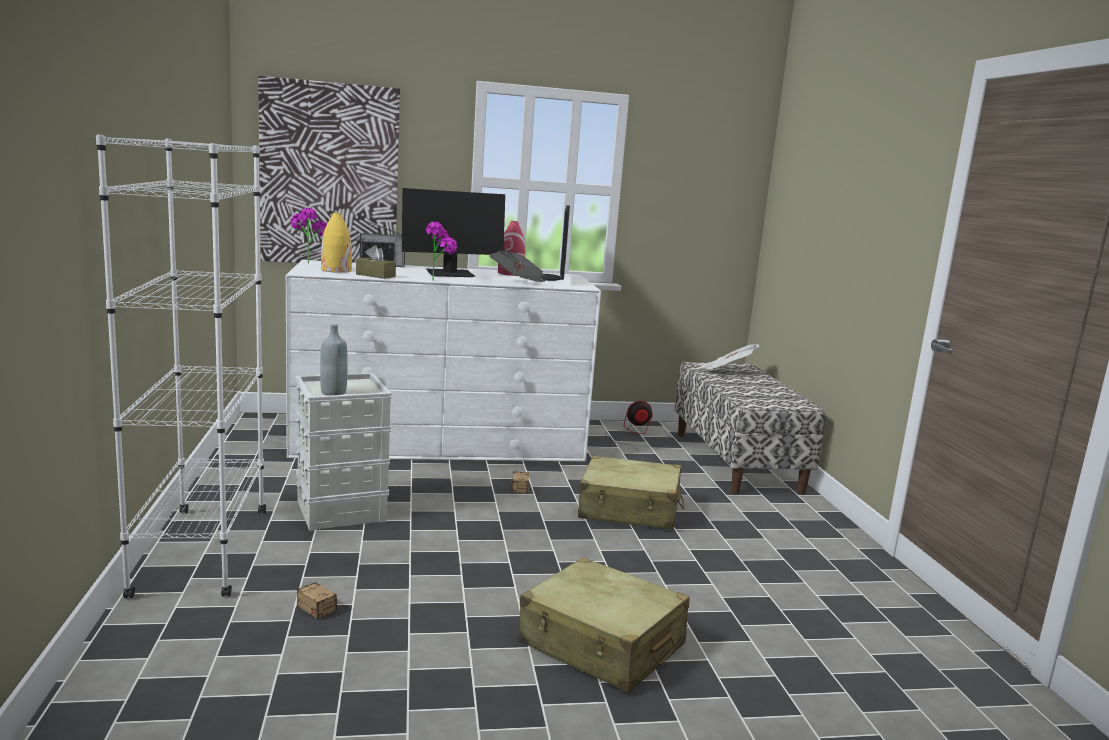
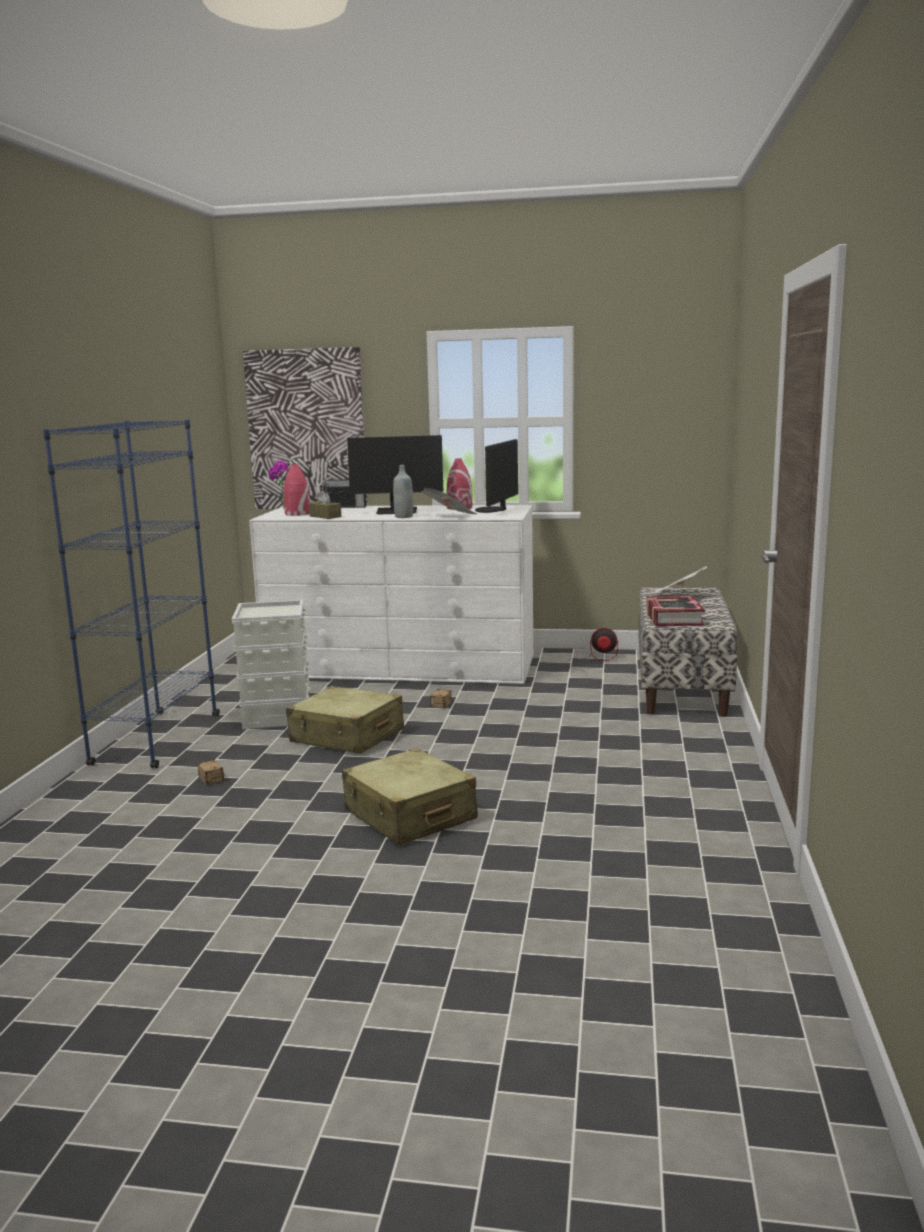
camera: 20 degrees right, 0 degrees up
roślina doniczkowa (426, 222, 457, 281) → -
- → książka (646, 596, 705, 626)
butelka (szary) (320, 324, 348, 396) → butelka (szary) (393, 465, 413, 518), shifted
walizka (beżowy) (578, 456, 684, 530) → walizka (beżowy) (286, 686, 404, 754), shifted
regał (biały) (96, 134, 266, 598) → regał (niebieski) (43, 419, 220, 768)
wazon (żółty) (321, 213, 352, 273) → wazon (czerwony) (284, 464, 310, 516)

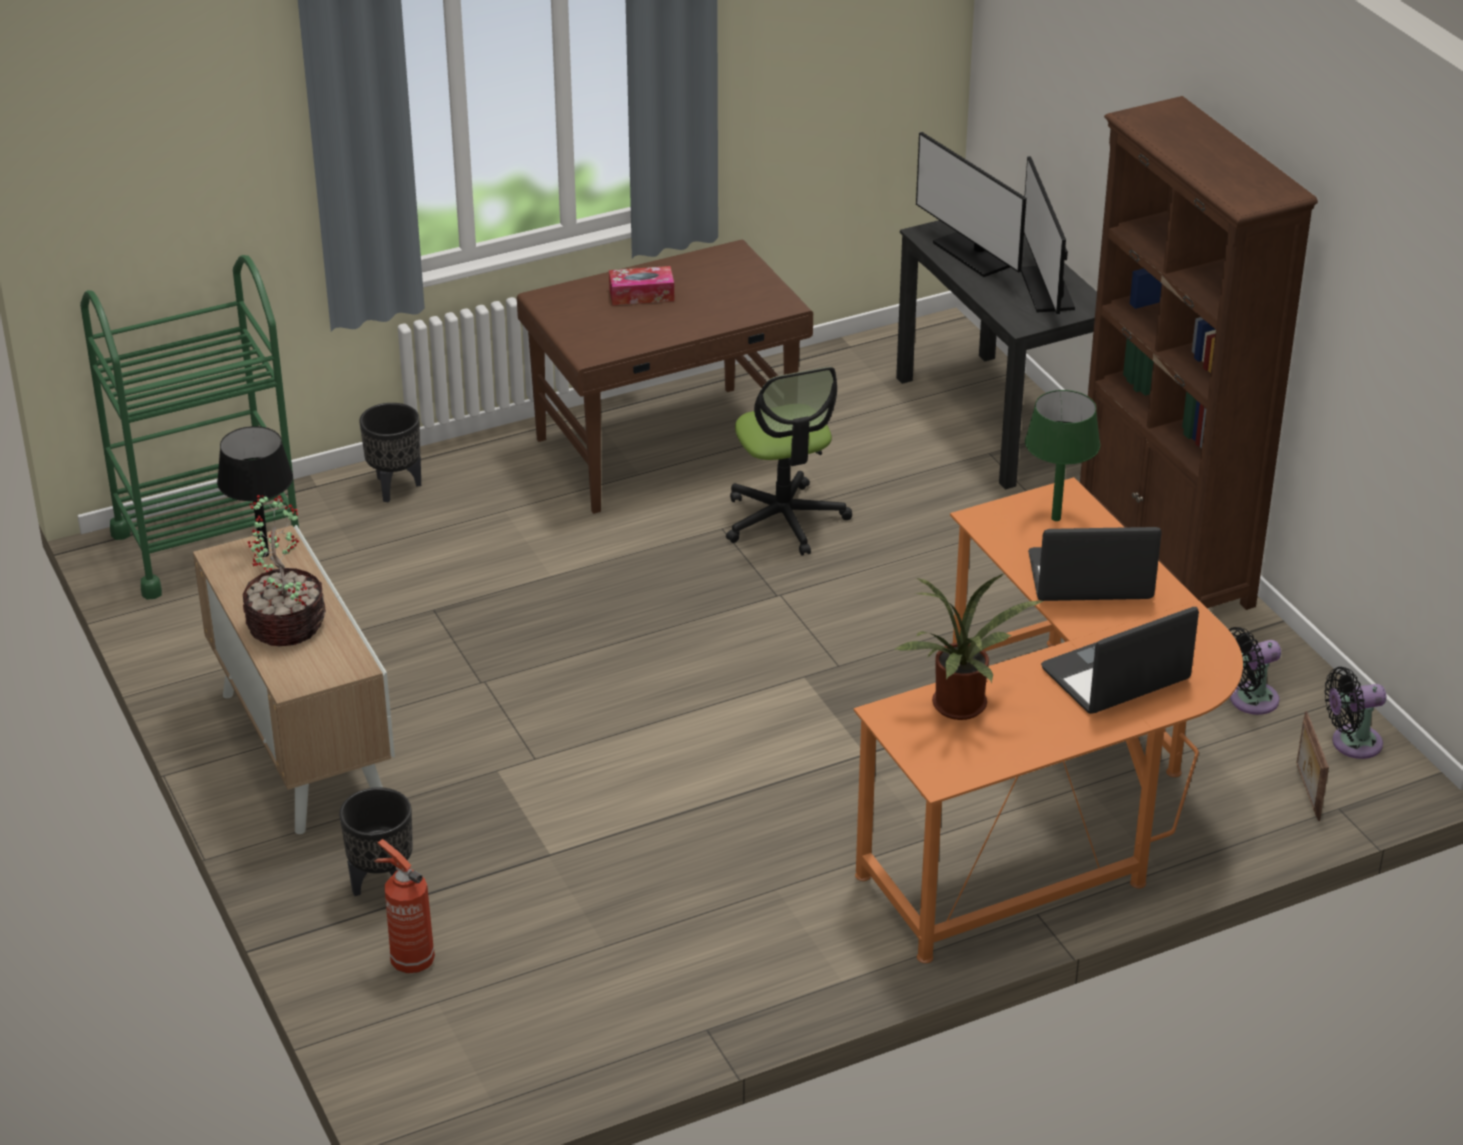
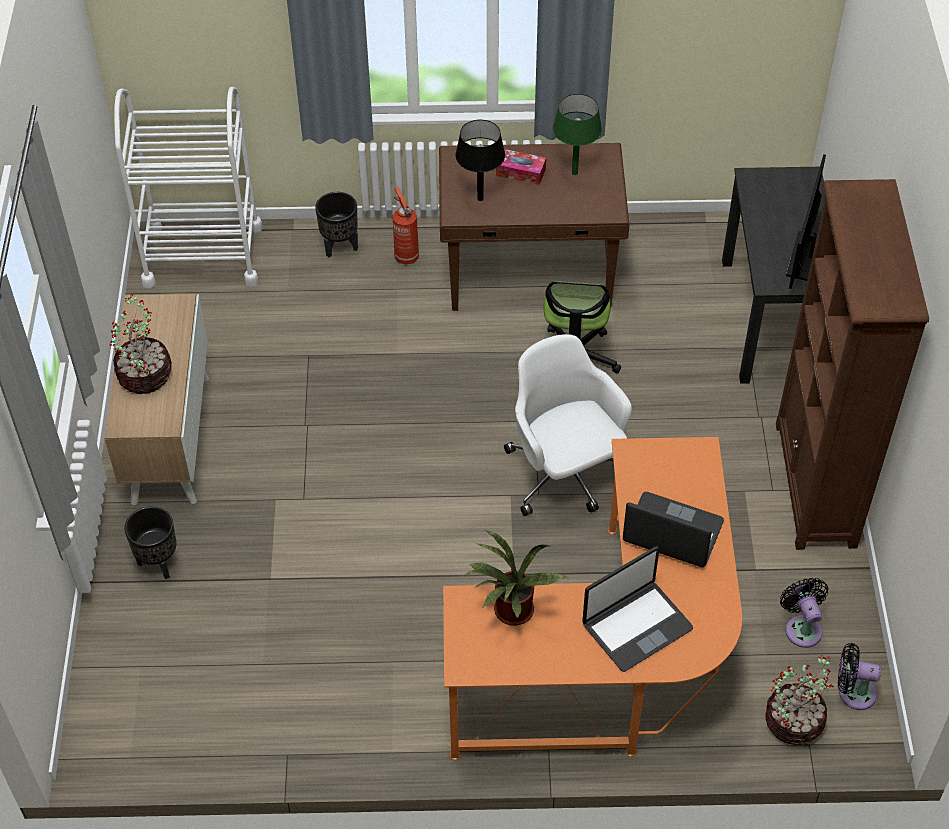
camera: 25 degrees right, 15 degrees up
monitor (916, 132, 1027, 277) → -
- → krzesło biurowe (biały) (504, 334, 632, 516)
lampa stołowa (czarny) (217, 426, 293, 557) → lampa stołowa (czarny) (455, 119, 505, 201), shifted
gaśnica (374, 839, 435, 973) → gaśnica (393, 187, 419, 264), shifted
lampa stołowa (zielony) (1025, 390, 1100, 521) → lampa stołowa (zielony) (553, 94, 602, 175), shifted
ramka na zdjęcie (1296, 711, 1329, 821) → roślina doniczkowa (765, 655, 834, 745)
wózek (zielony) (80, 255, 306, 600) → wózek (biały) (114, 87, 263, 288)
laptop (1041, 607, 1199, 714) → laptop (582, 546, 693, 672), 150 degrees clockwise
wentylator (czarny) (1229, 627, 1281, 715) → wentylator (czarny) (780, 578, 829, 648), 75 degrees clockwise

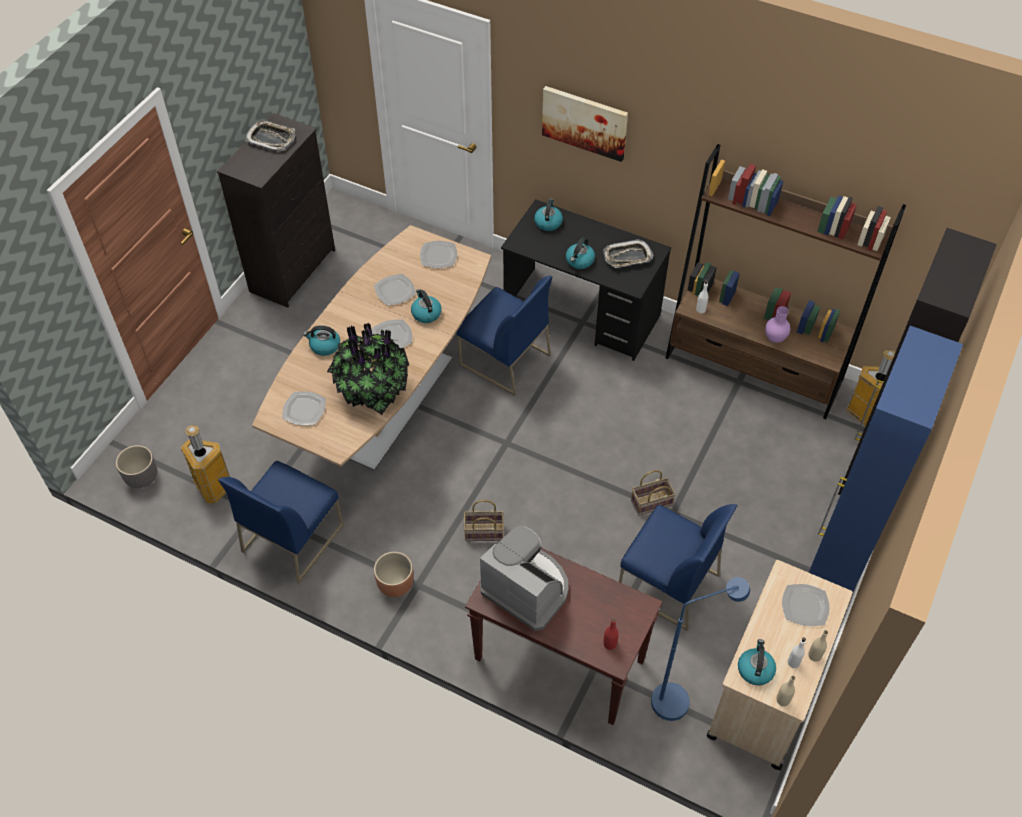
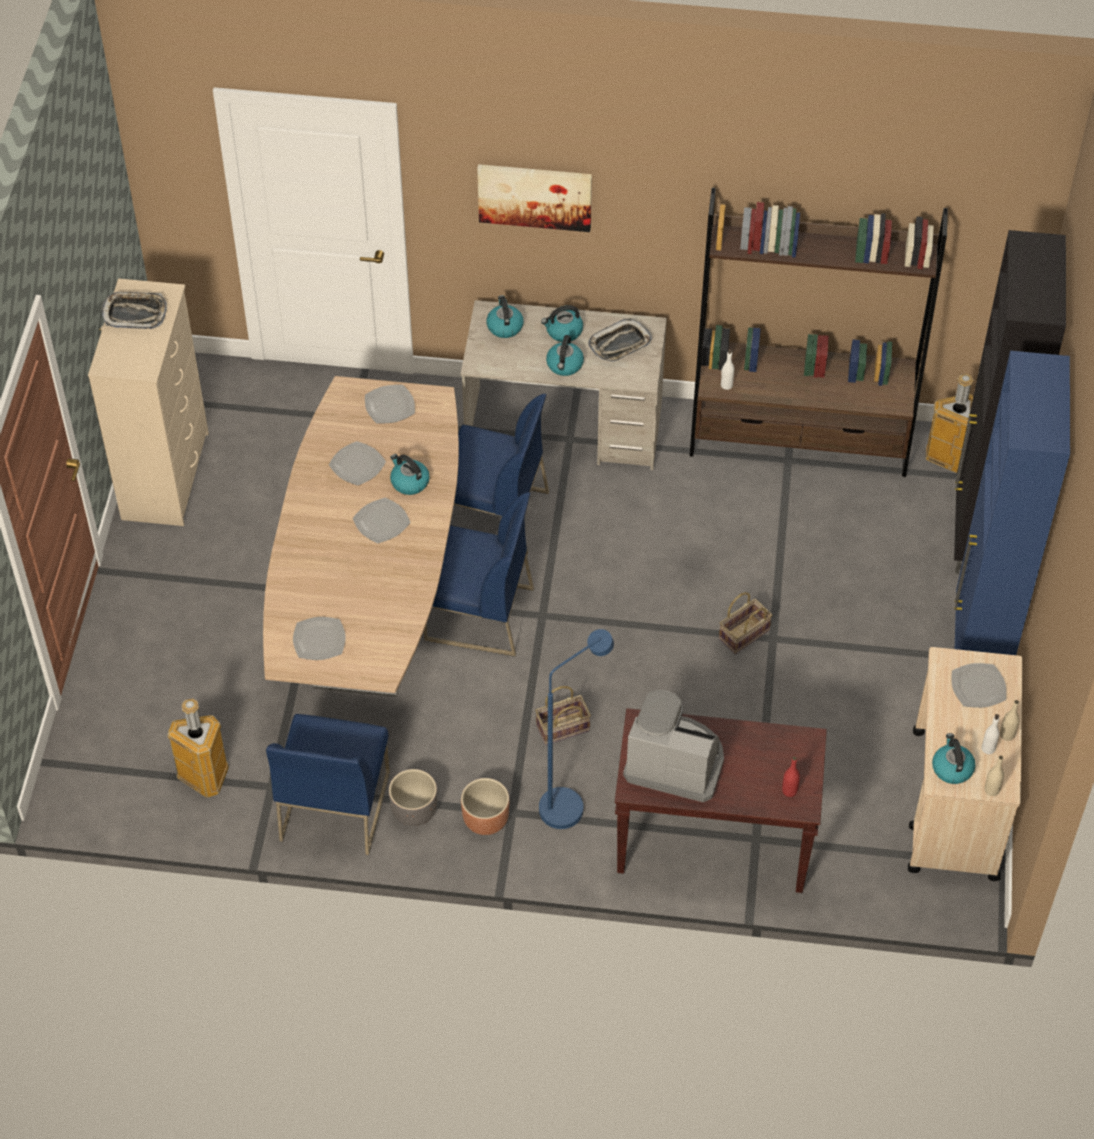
camera: 20 degrees left, 0 degrees up
roślina doniczkowa (327, 323, 409, 415) → -
wazon (fioletowy) (765, 306, 790, 343) → -
donica (szary) (116, 445, 157, 488) → donica (szary) (389, 769, 437, 826), shifted
czajnik (303, 326, 340, 356) → czajnik (541, 305, 583, 342), shifted
krzesło (niebieski) (619, 504, 738, 630) → krzesło (niebieski) (424, 492, 534, 657), shifted
lampa stojąca (niebieski) (651, 577, 750, 721) → lampa stojąca (niebieski) (539, 629, 614, 829), shifted
komoda (czarny) (217, 113, 335, 308) → komoda (beżowy) (88, 278, 209, 526)
biurko (czarny) (501, 199, 671, 361) → biurko (beżowy) (461, 300, 667, 470)

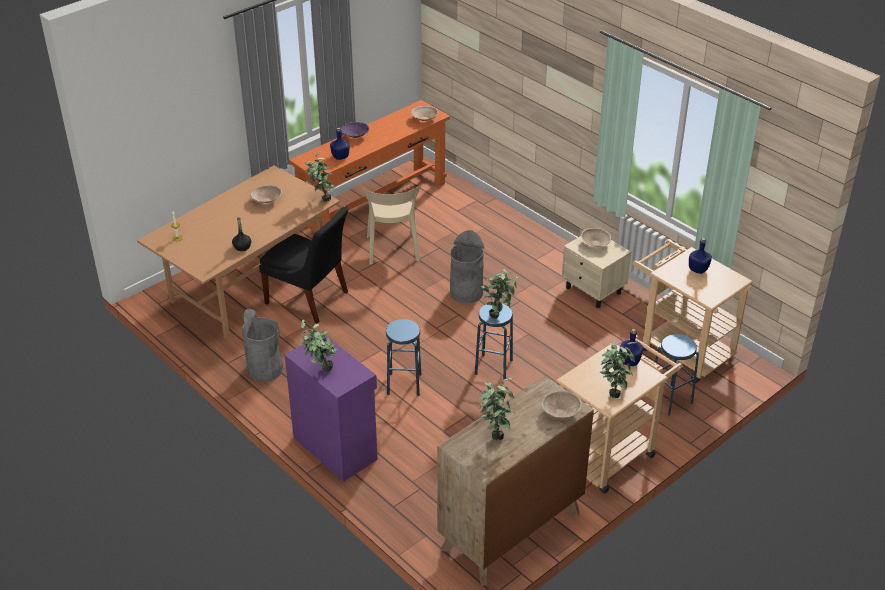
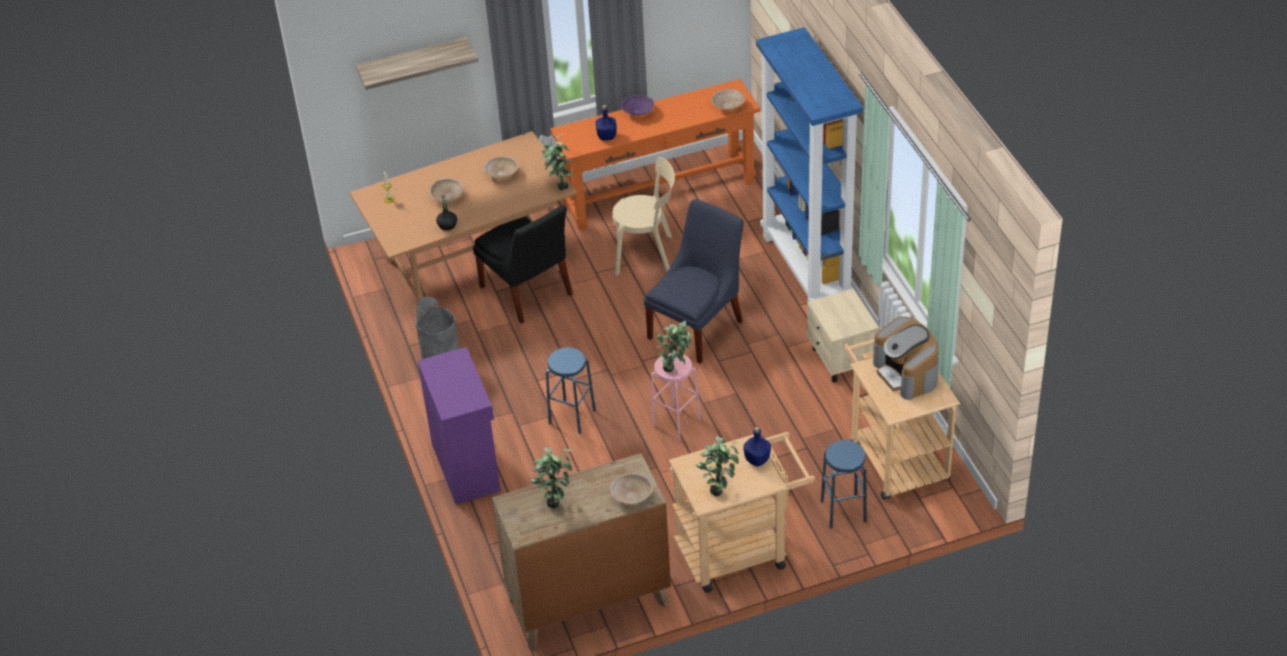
camera: 25 degrees right, 5 degrees up
roślina doniczkowa (300, 319, 338, 372) → -
- → półka (356, 37, 478, 90)
- → regał (niebieski) (756, 27, 863, 302)
miska (beżowy) (581, 228, 611, 247) → miska (beżowy) (429, 178, 464, 202), shifted
kosz na śmieci (szary) (450, 230, 484, 303) → krzesło (niebieski) (644, 199, 744, 363)
butelka (niebieski) (689, 238, 712, 274) → ekspres do kawy (873, 316, 939, 400)
stołek (niebieski) (475, 304, 513, 380) → stołek (różowy) (651, 353, 701, 441)
krzesło (beżowy) (363, 185, 421, 264) → krzesło (beżowy) (612, 157, 675, 275), 105 degrees counterclockwise

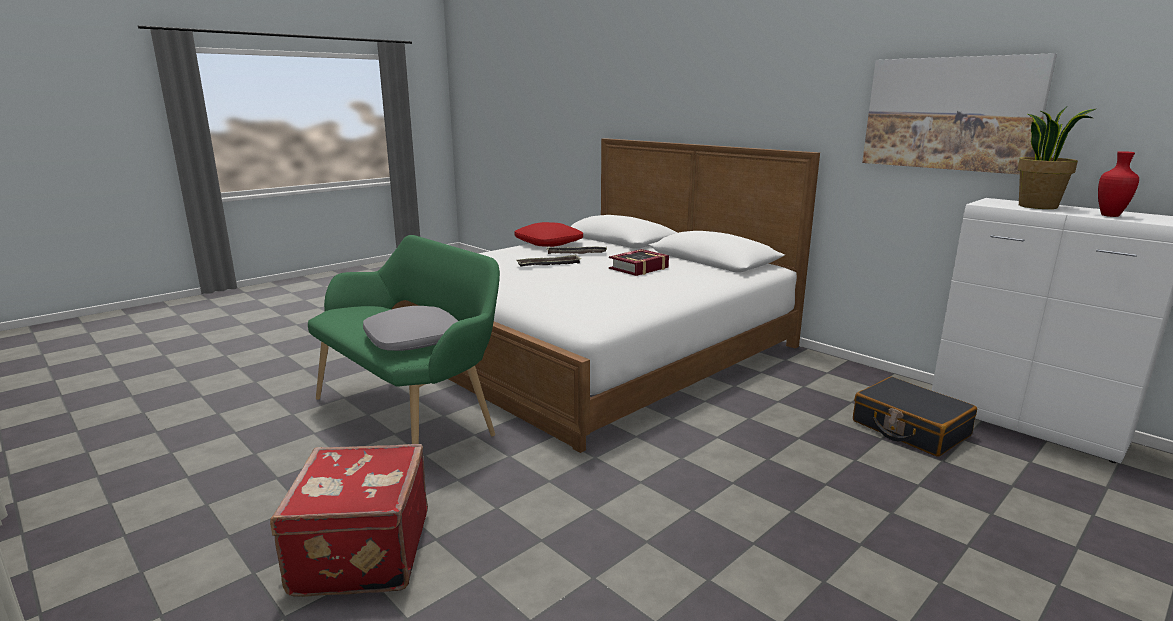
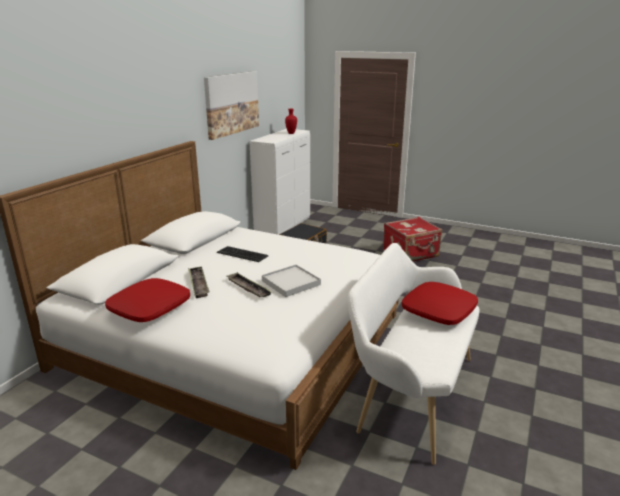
camera: 110 degrees left, 5 degrees up
roślina doniczkowa (1017, 106, 1095, 209) → -
- → taca (biały) (262, 265, 321, 297)
walizka (czerwony) (270, 444, 428, 597) → walizka (czerwony) (383, 217, 442, 262), shifted
książka (609, 249, 669, 276) → klawiatura (217, 246, 268, 262)
ławka (zielony) (308, 235, 500, 444) → ławka (biały) (347, 243, 479, 465)
poduszka (szary) (363, 306, 458, 351) → poduszka (czerwony) (402, 282, 478, 325)

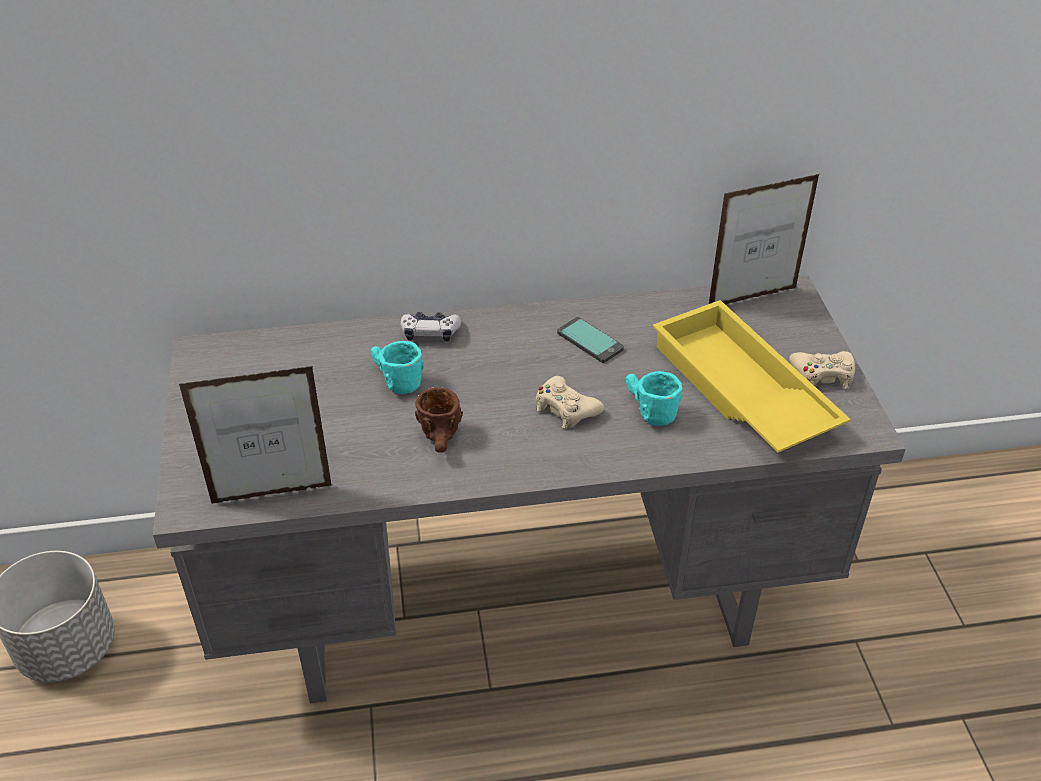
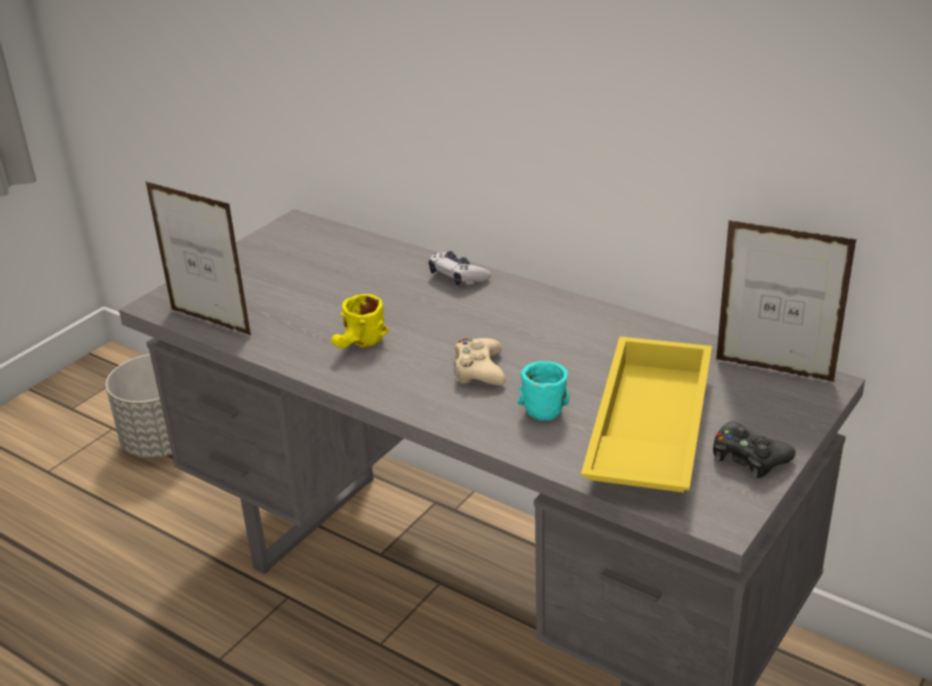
camera: 45 degrees right, 10 degrees down
kubek (turkusowy) (370, 341, 424, 394) → -
telefon (557, 317, 624, 363) → -
kubek (brązowy) (415, 387, 463, 453) → kubek (żółty) (331, 294, 389, 348)
pad do gier (beżowy) (789, 351, 855, 389) → pad do gier (czarny) (713, 421, 796, 479)

